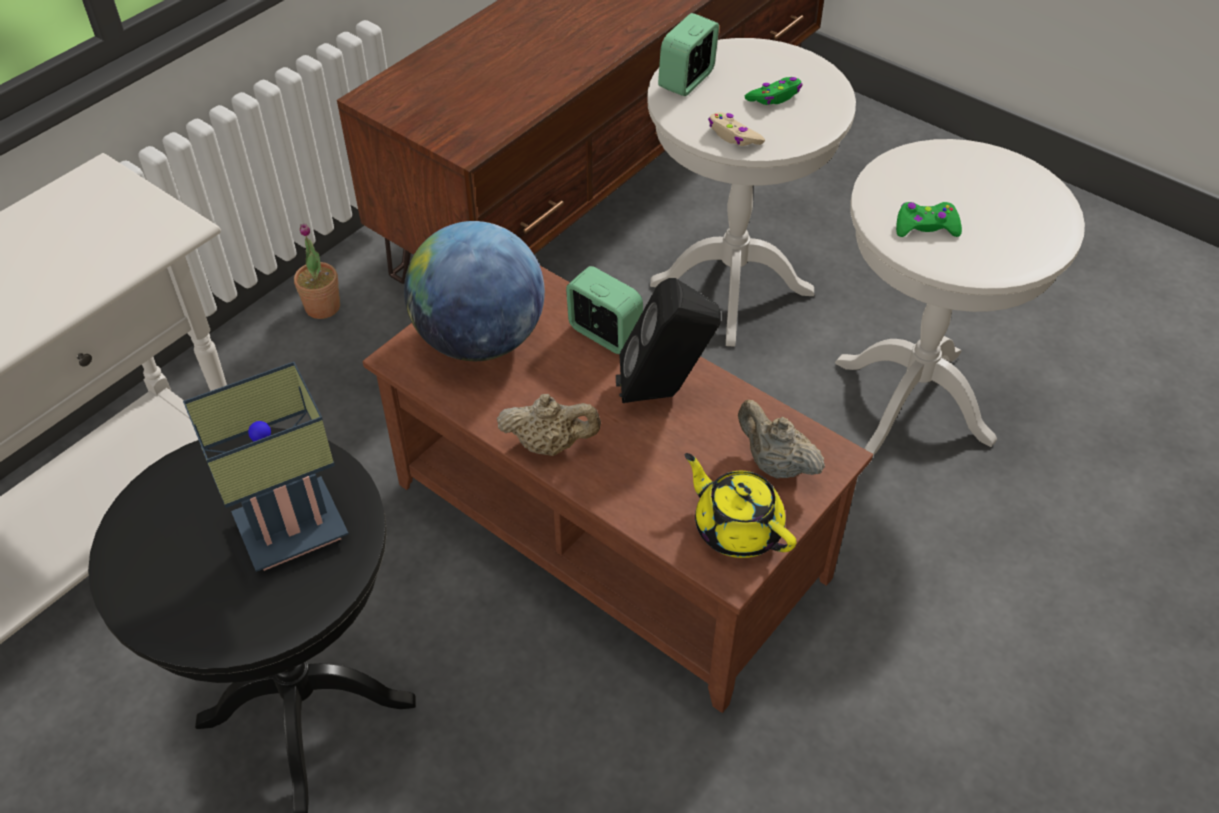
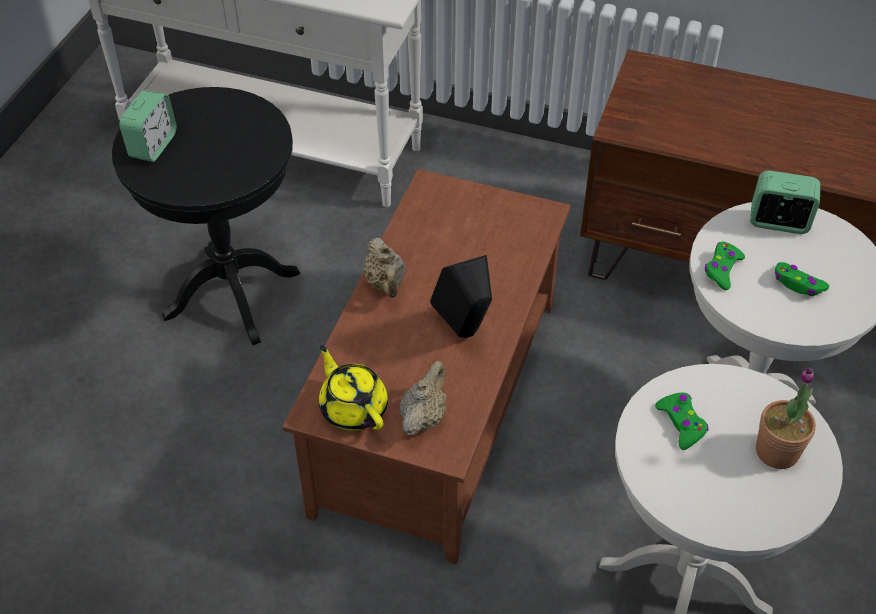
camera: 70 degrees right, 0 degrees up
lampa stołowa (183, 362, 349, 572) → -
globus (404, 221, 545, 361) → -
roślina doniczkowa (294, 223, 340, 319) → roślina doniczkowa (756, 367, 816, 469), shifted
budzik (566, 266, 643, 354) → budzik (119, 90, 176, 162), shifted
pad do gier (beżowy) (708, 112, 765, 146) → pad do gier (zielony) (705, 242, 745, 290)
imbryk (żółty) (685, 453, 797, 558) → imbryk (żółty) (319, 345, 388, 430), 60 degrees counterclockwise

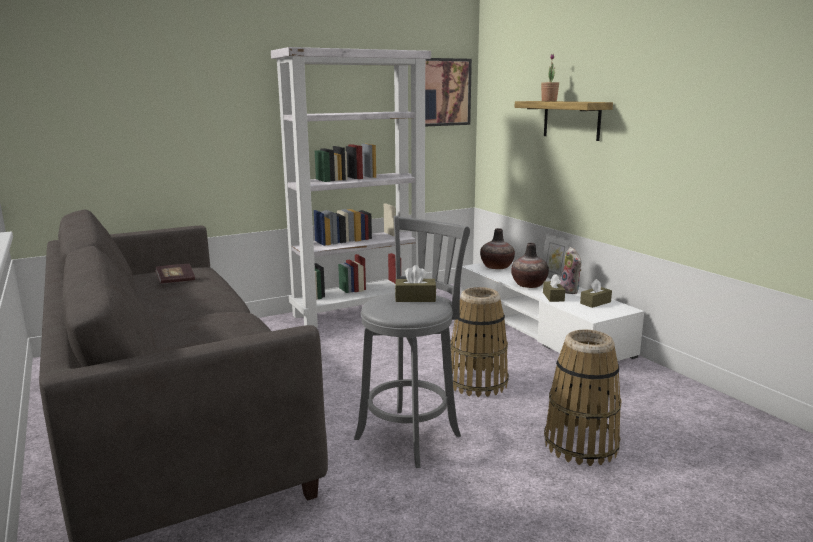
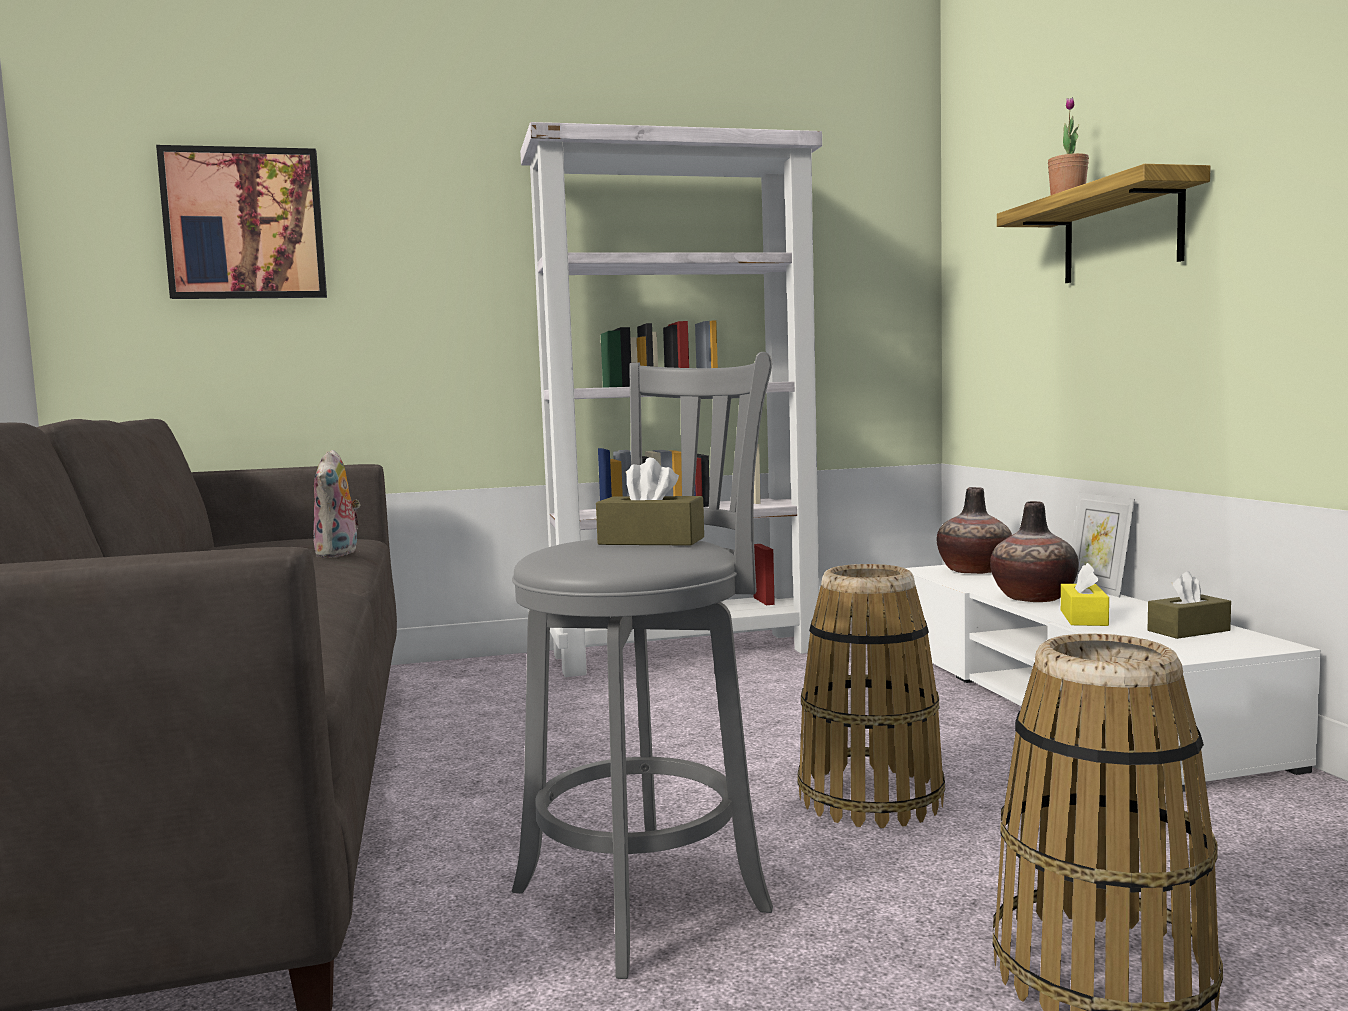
camera: 15 degrees right, 10 degrees down
książka (155, 264, 195, 284) → -
obraz (425, 58, 472, 126) → obraz (156, 145, 327, 299), shifted
pluszak (560, 247, 581, 294) → pluszak (313, 450, 360, 558), shifted
pudełko chusteczek (brązowy) (543, 274, 565, 302) → pudełko chusteczek (żółty) (1061, 563, 1109, 626)

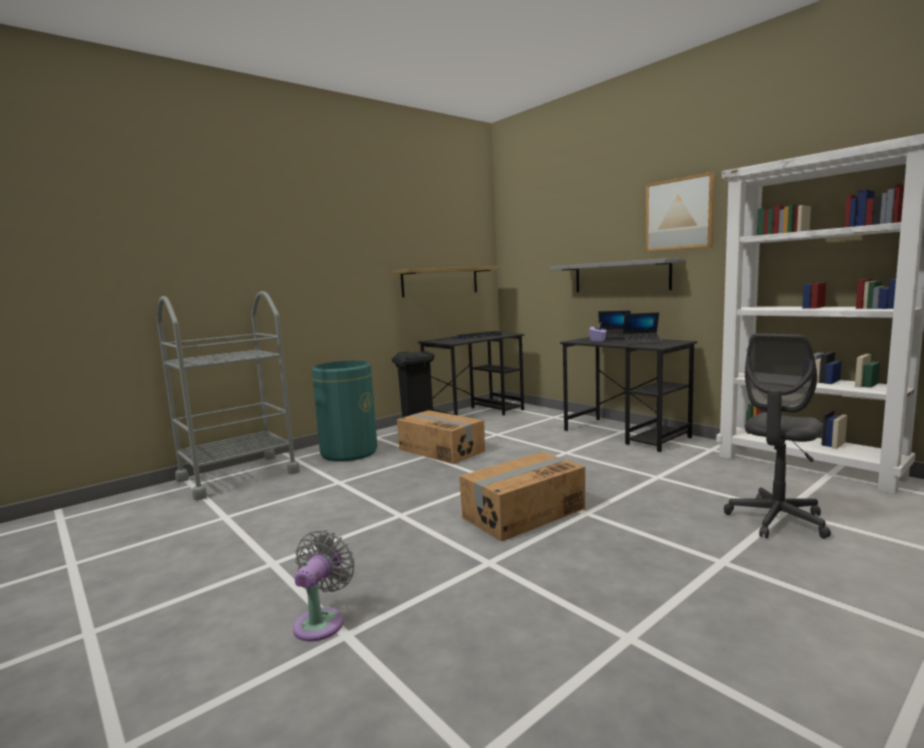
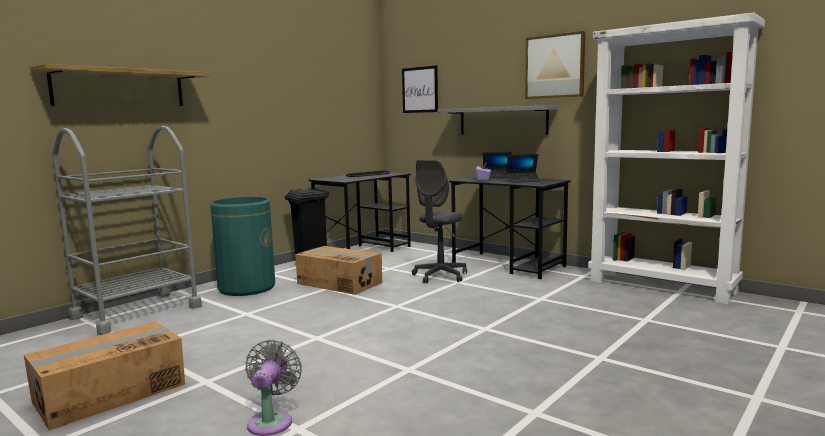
camera: 10 degrees left, 0 degrees up
- → obraz (402, 65, 438, 113)
półka (392, 266, 500, 297) → półka (30, 64, 209, 106), shifted
karton (459, 452, 585, 542) → karton (24, 322, 185, 430), shifted
krzesło biurowe (szary) (724, 333, 831, 539) → krzesło biurowe (szary) (412, 160, 467, 283), shifted

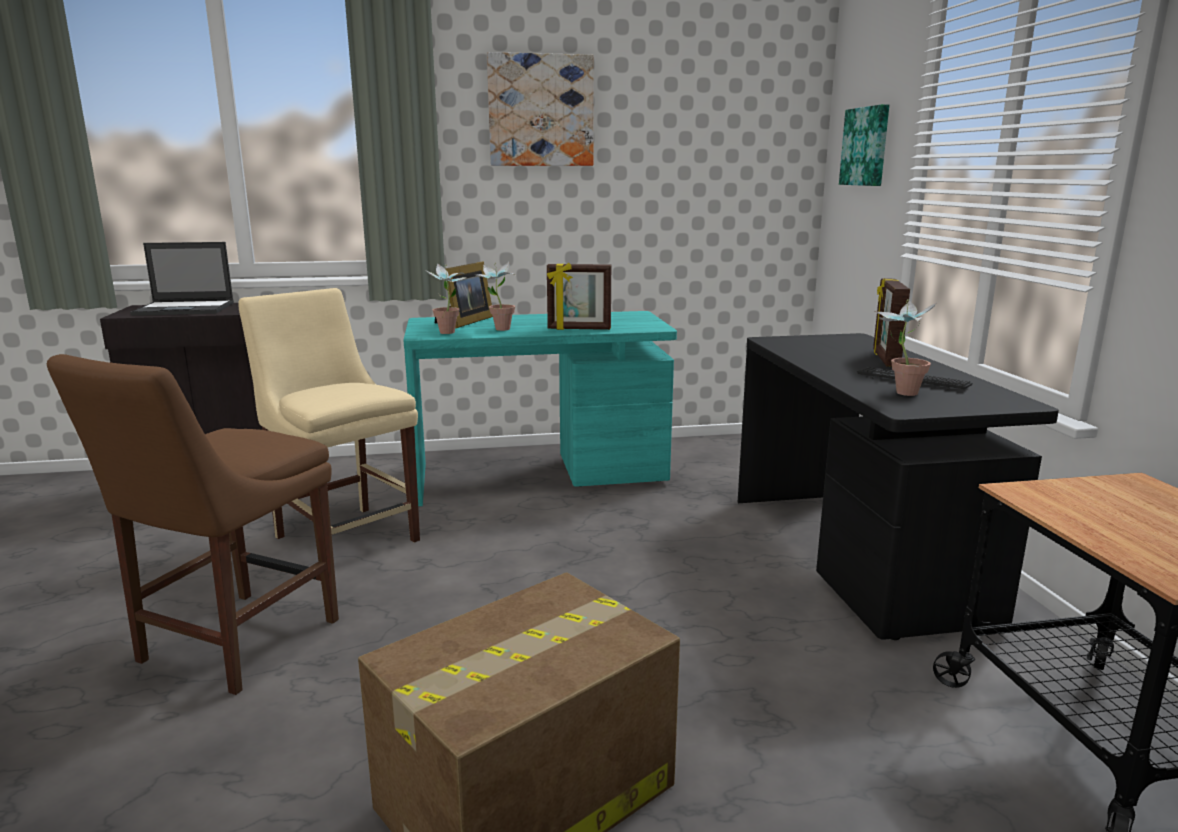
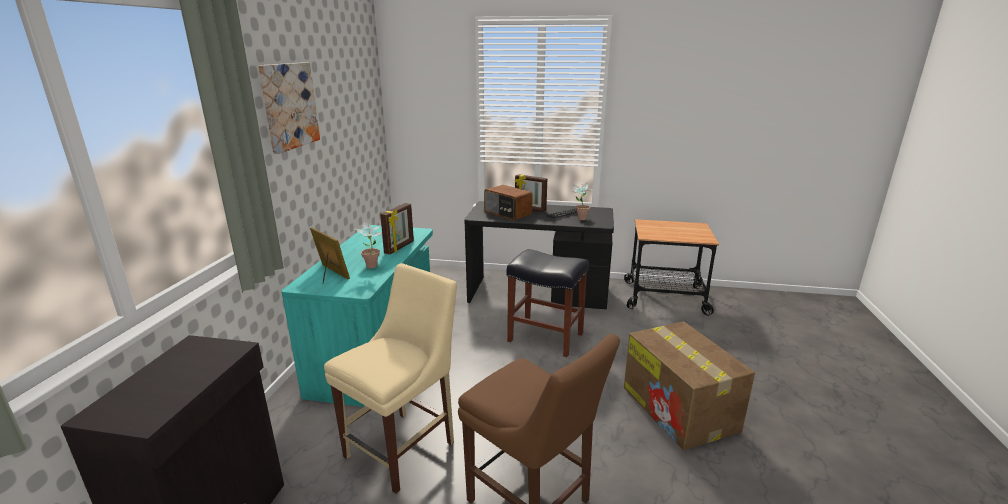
camera: 70 degrees left, 5 degrees up
laptop (130, 242, 234, 316) → -
roślina doniczkowa (426, 263, 467, 334) → -
obraz (839, 104, 889, 186) → -
- → radio (484, 185, 533, 220)
- → stołek (czarny) (506, 249, 589, 357)
krzesło (beżowy) (238, 288, 420, 543) → krzesło (beżowy) (324, 263, 457, 494), 150 degrees clockwise

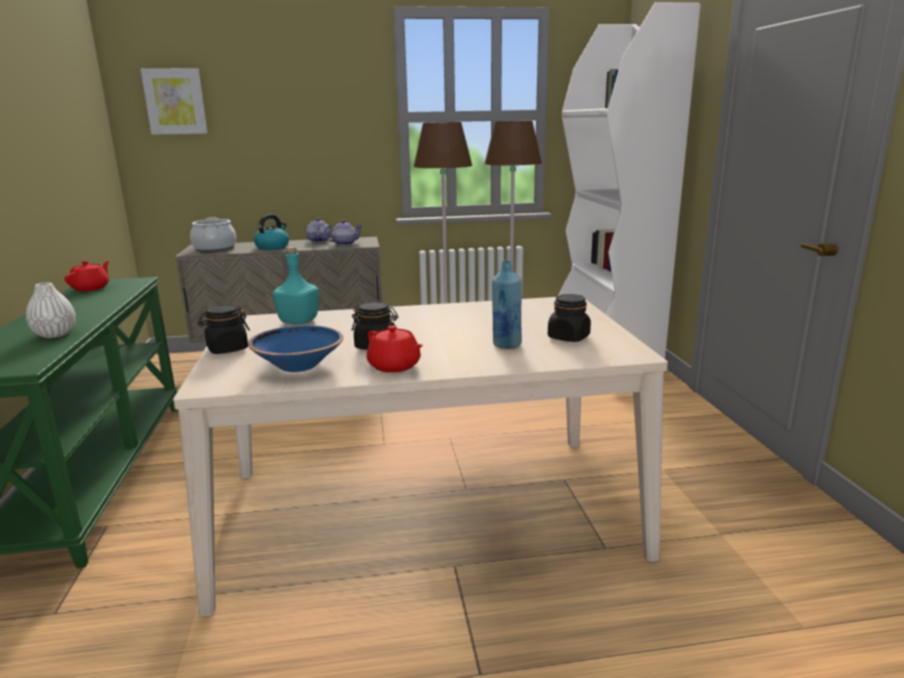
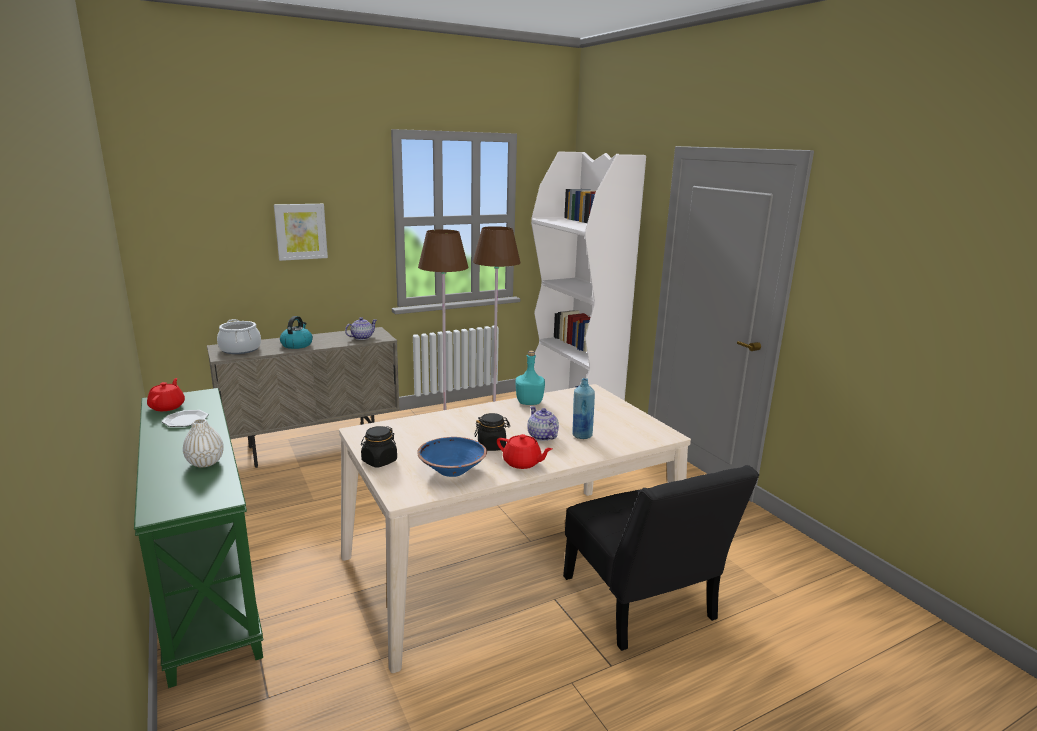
camera: 20 degrees left, 0 degrees up
słoik (czarny) (548, 294, 591, 342) → -
- → talerz (162, 410, 209, 427)
- → krzesło (czarny) (563, 465, 759, 651)
obraz (141, 68, 207, 135) → obraz (274, 204, 328, 261), shifted
butelka (turkusowy) (273, 247, 319, 324) → butelka (turkusowy) (516, 350, 545, 405), shifted
imbryk (306, 218, 331, 243) → imbryk (527, 406, 559, 441), shifted

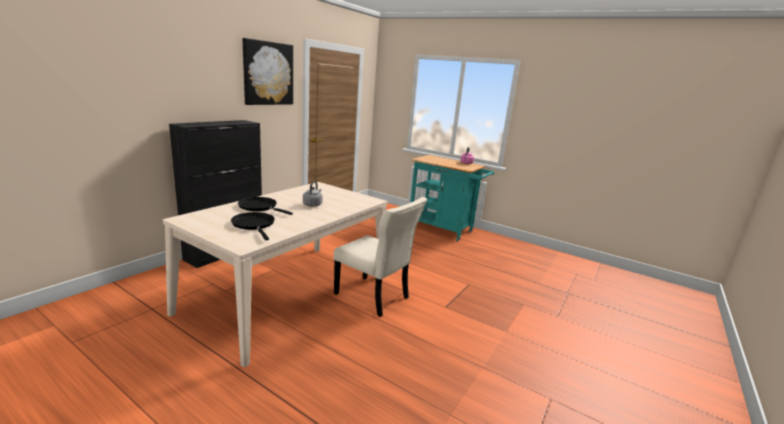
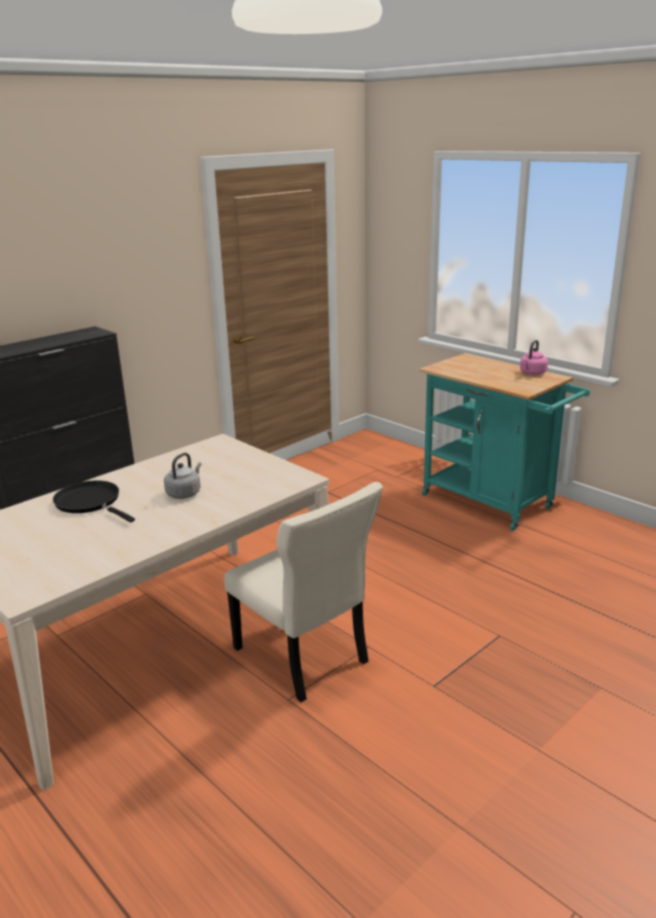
camera: 15 degrees right, 5 degrees up
patelnia (czarny) (231, 212, 275, 240) → -
obraz (242, 38, 293, 105) → -

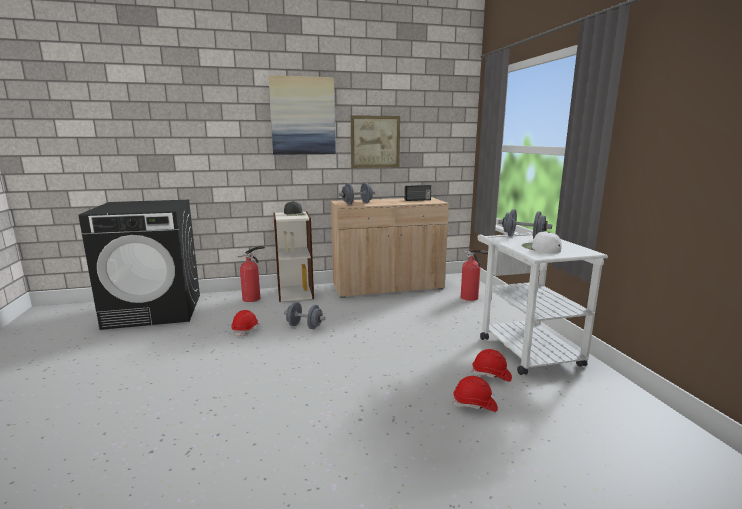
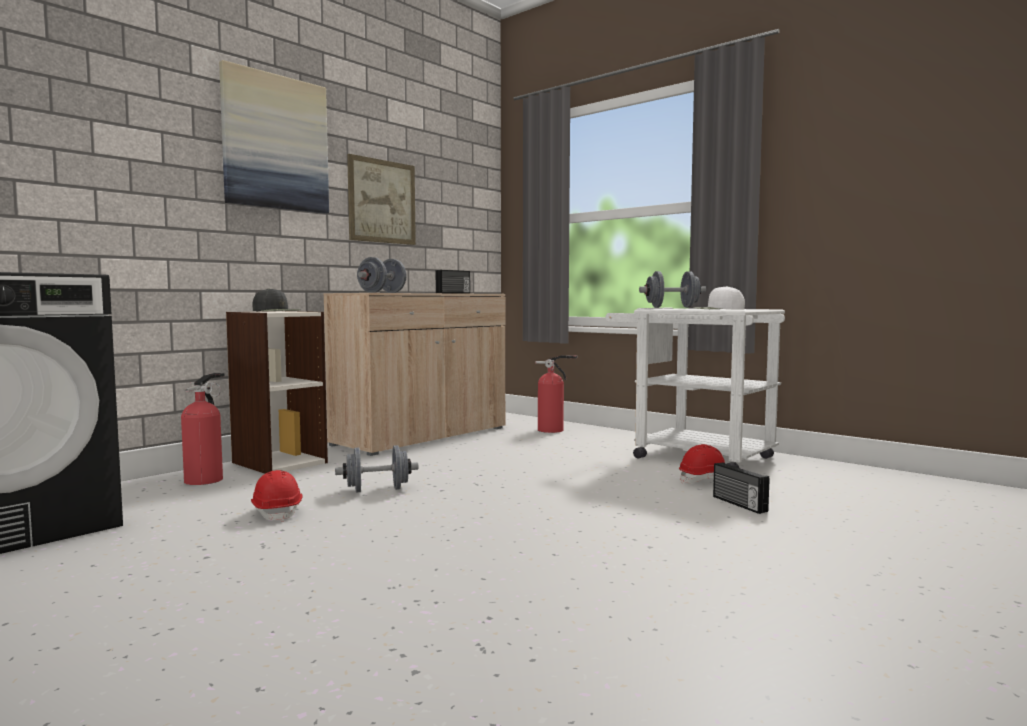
camera: 35 degrees left, 10 degrees down
kask (czerwony) (452, 376, 498, 412) → radio (713, 462, 770, 514)

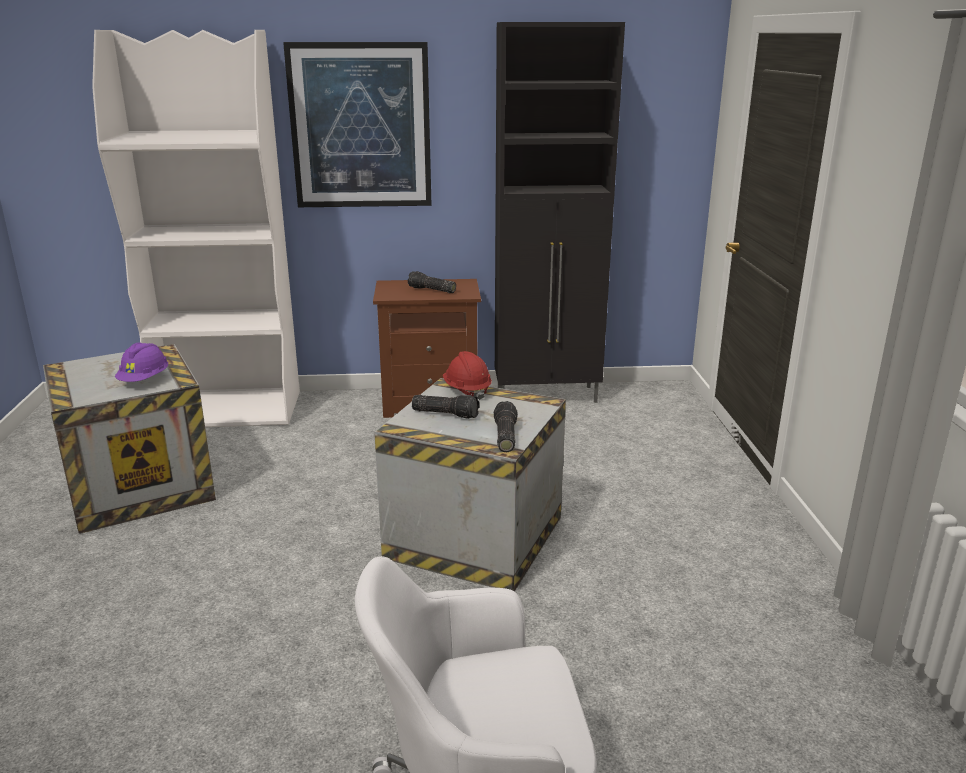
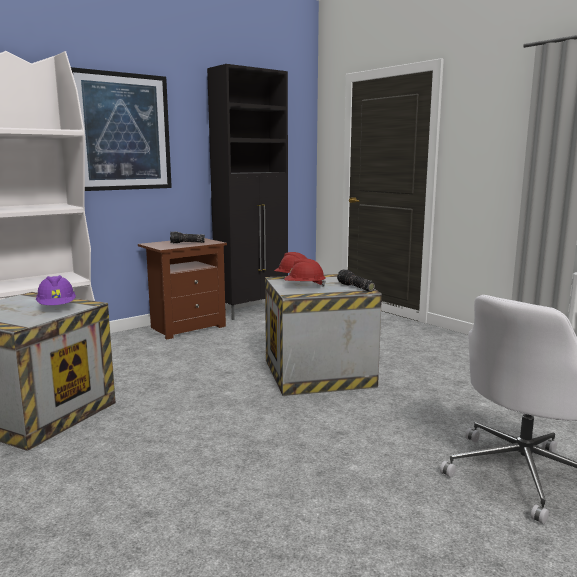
camera: 35 degrees left, 10 degrees down
latarka (412, 395, 479, 419) → kask (czerwony) (284, 258, 326, 286)

